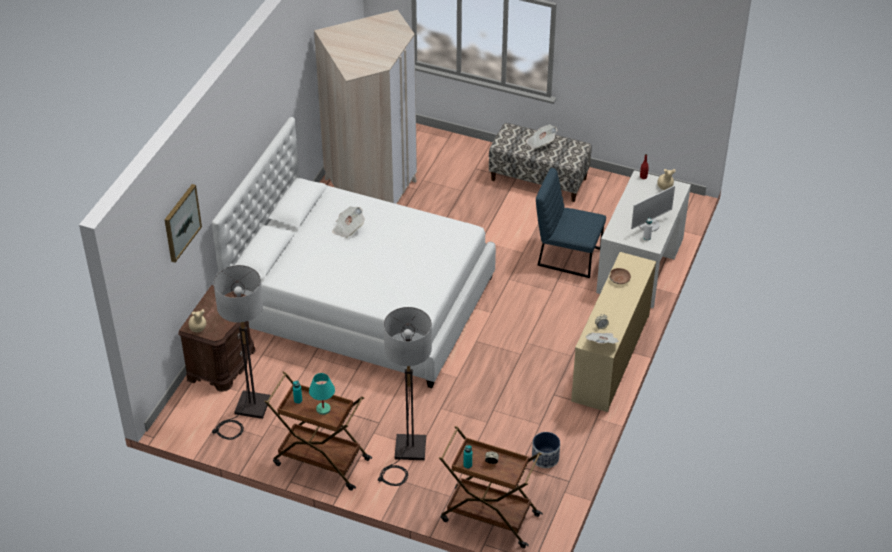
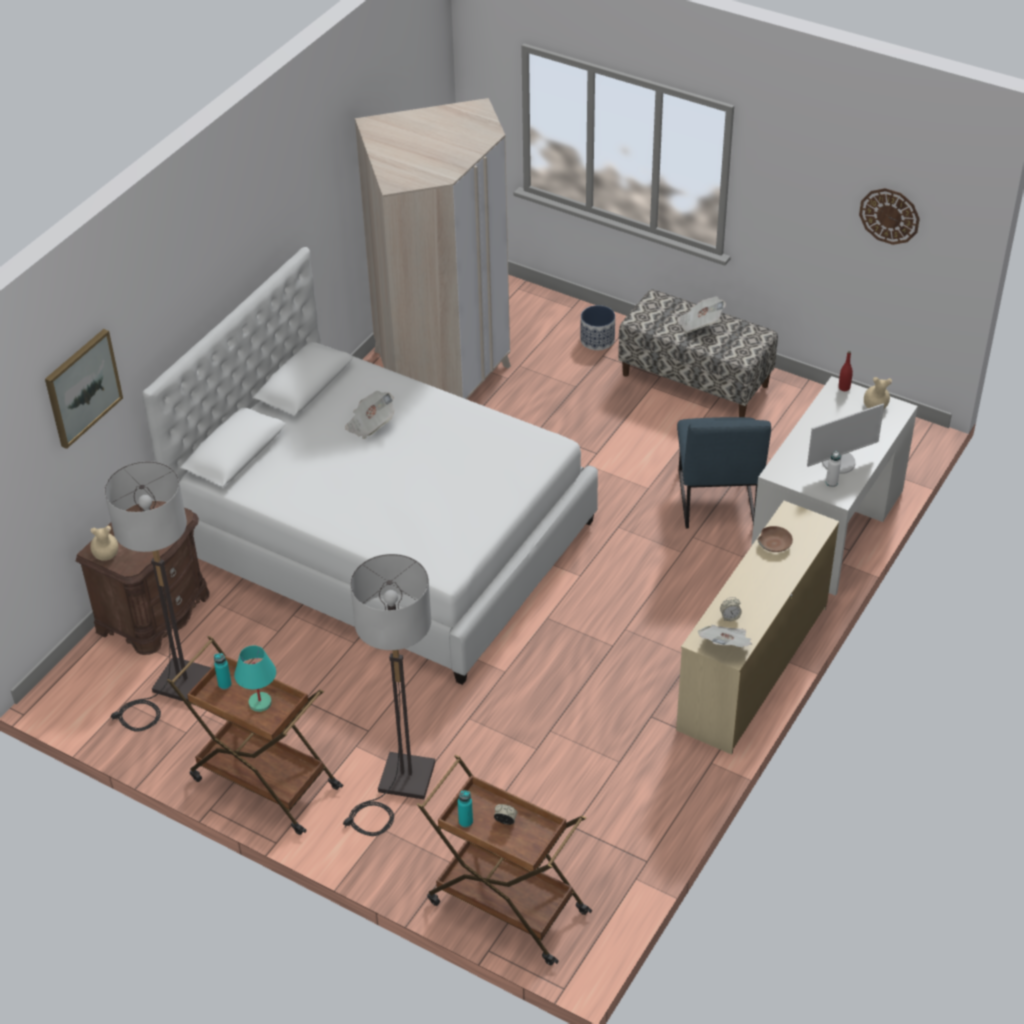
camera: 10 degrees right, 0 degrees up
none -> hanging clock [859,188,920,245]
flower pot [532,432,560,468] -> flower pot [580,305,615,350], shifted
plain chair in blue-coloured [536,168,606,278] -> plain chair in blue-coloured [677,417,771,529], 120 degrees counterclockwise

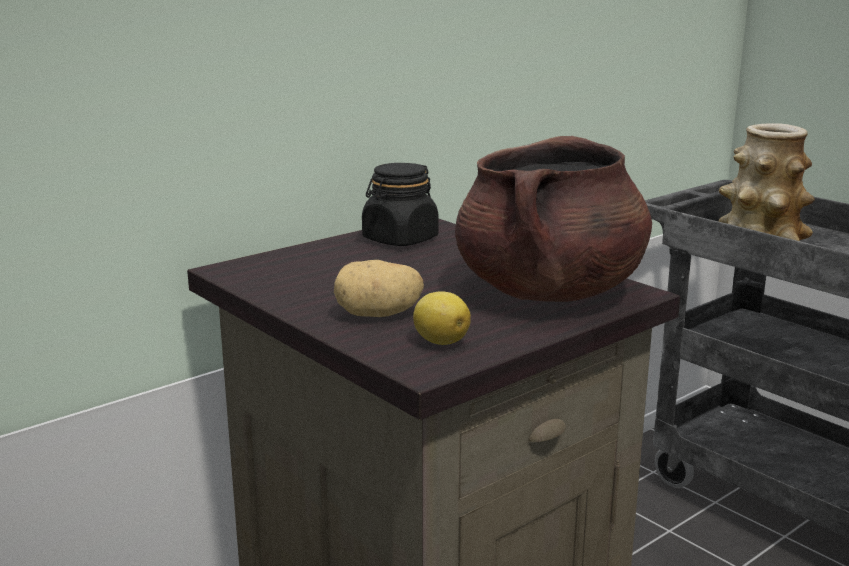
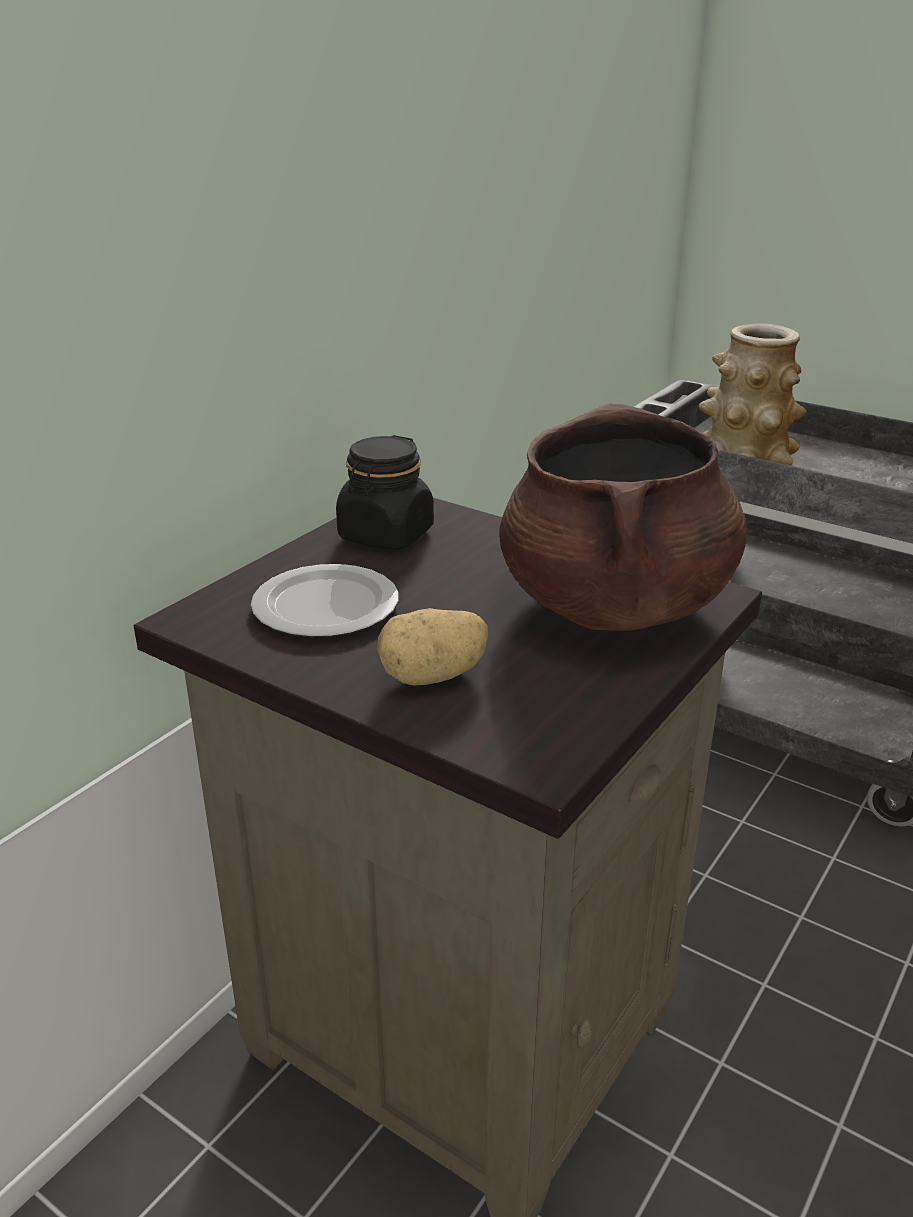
camera: 15 degrees left, 10 degrees up
lemon [413,291,471,345] -> none
none -> plate [251,564,399,638]

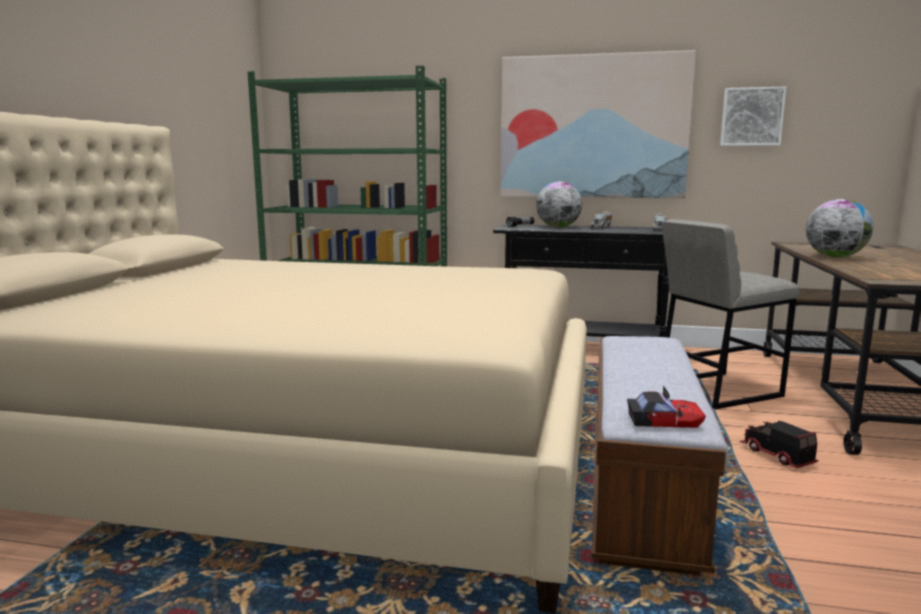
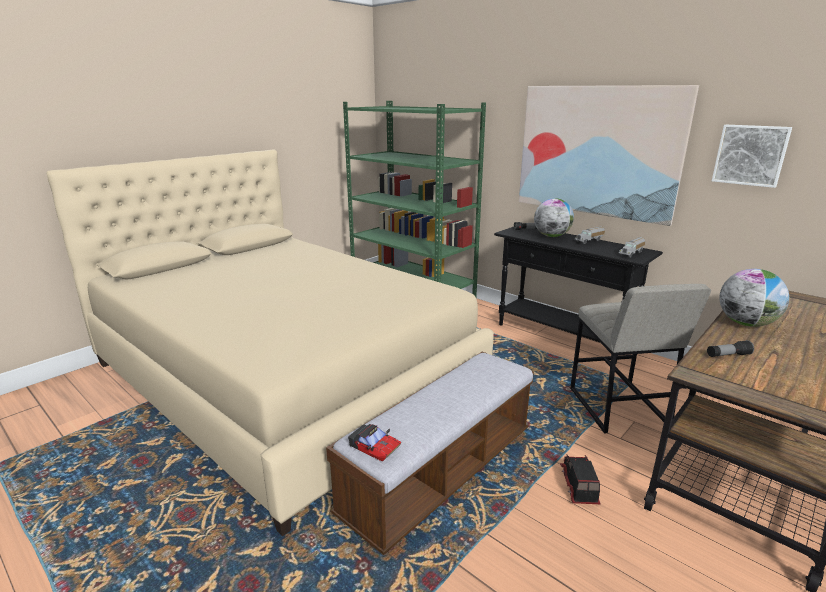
camera: 30 degrees right, 10 degrees up
none -> torch [707,340,754,357]
plain chair in gray [662,219,799,409] -> plain chair in gray [570,284,711,434], 105 degrees counterclockwise

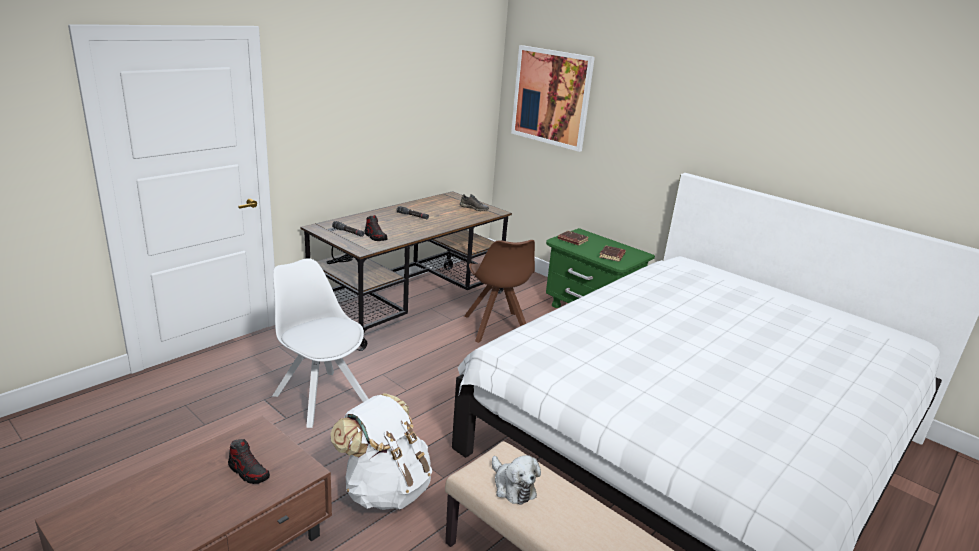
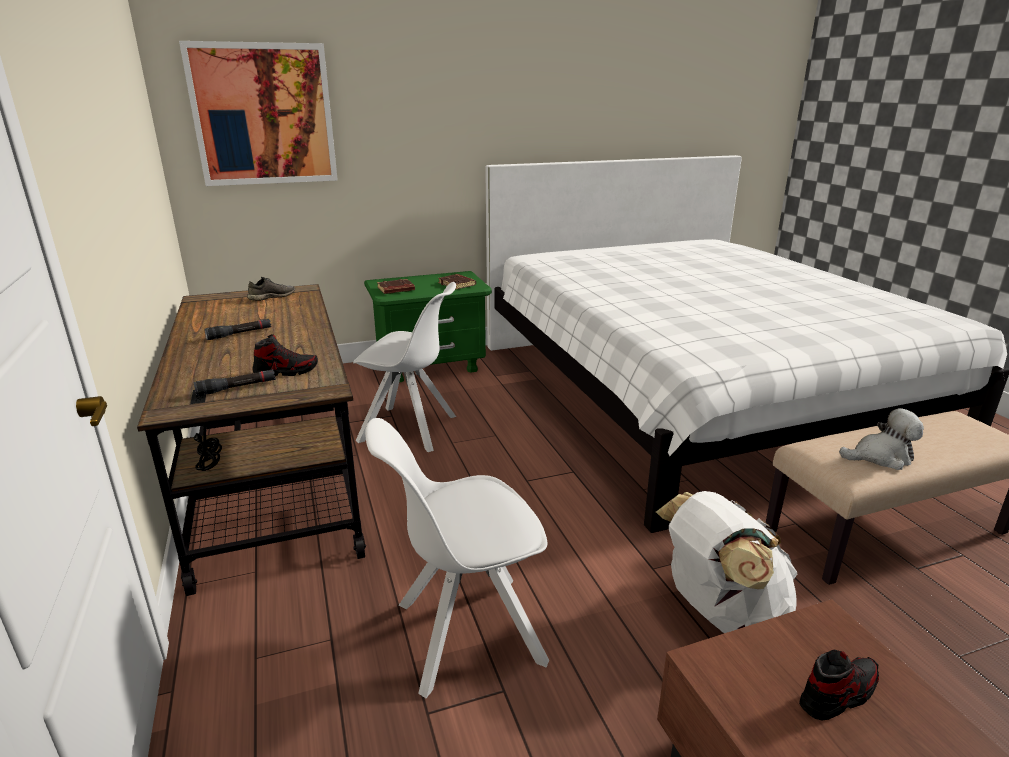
camera: 60 degrees left, 0 degrees up
plain chair in brown [464,240,535,343] -> plain chair in white-coloured [353,282,456,452]

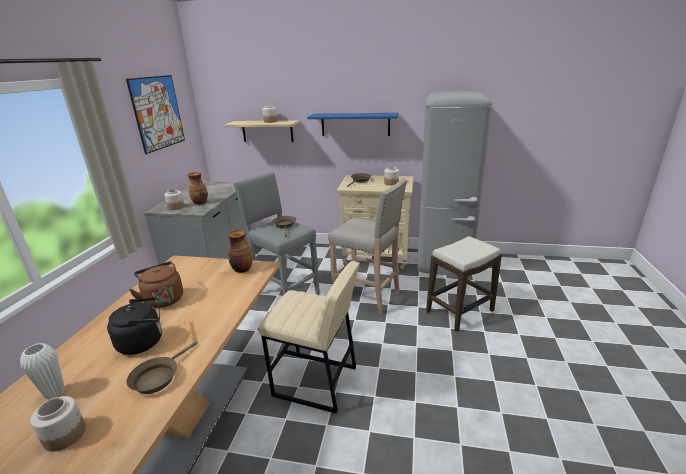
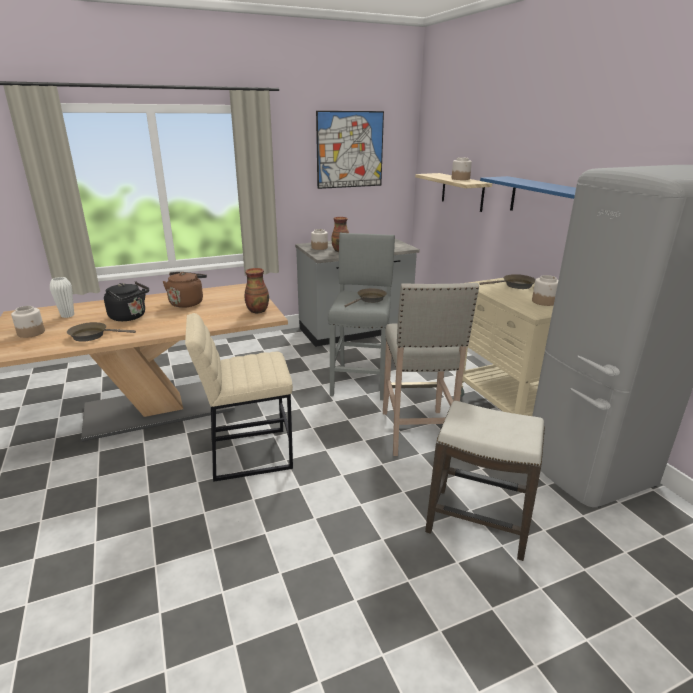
camera: 55 degrees right, 0 degrees up
plain chair in beige [259,261,360,414] -> plain chair in beige [185,313,293,482], 90 degrees clockwise

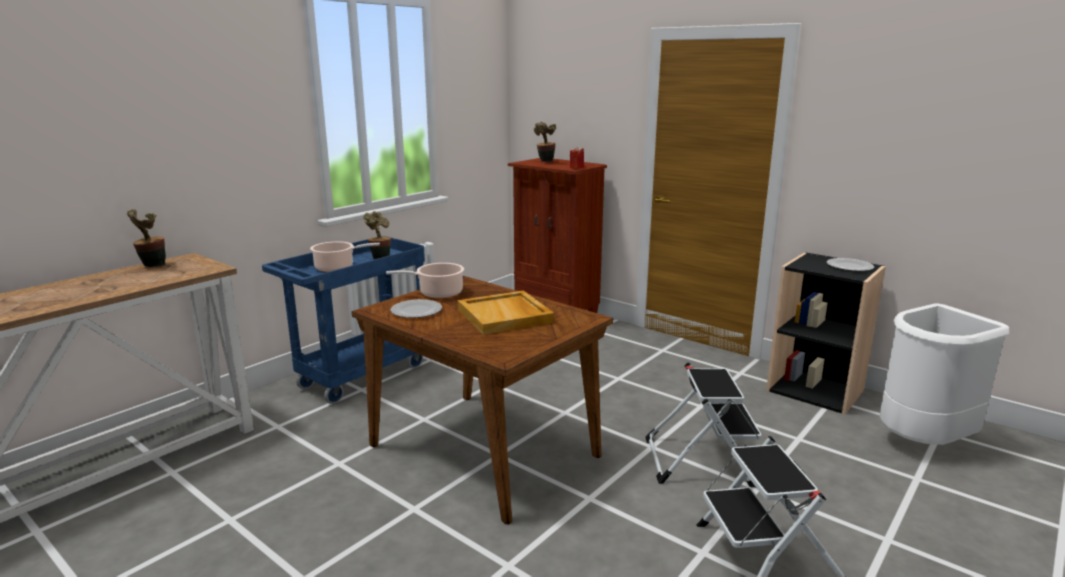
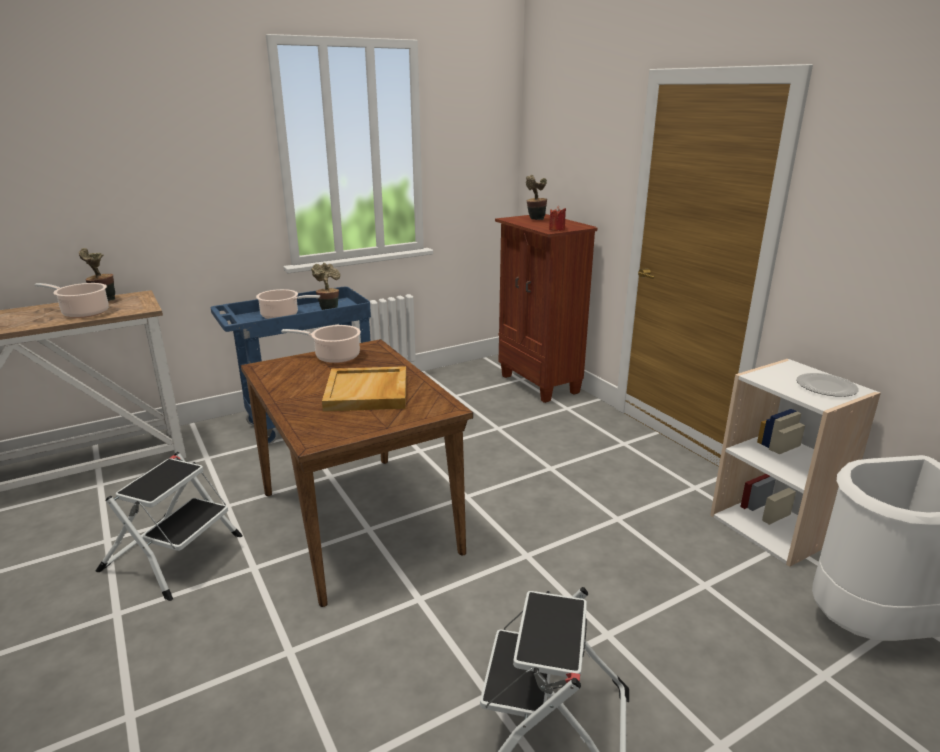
camera: 20 degrees right, 5 degrees up
plate [391,299,442,318] -> none
none -> cooking pot [34,283,109,318]
step ladder [645,363,762,488] -> step ladder [96,452,243,601], shifted
shelving unit in black [766,252,886,414] -> shelving unit in white-coloured [710,359,881,567]

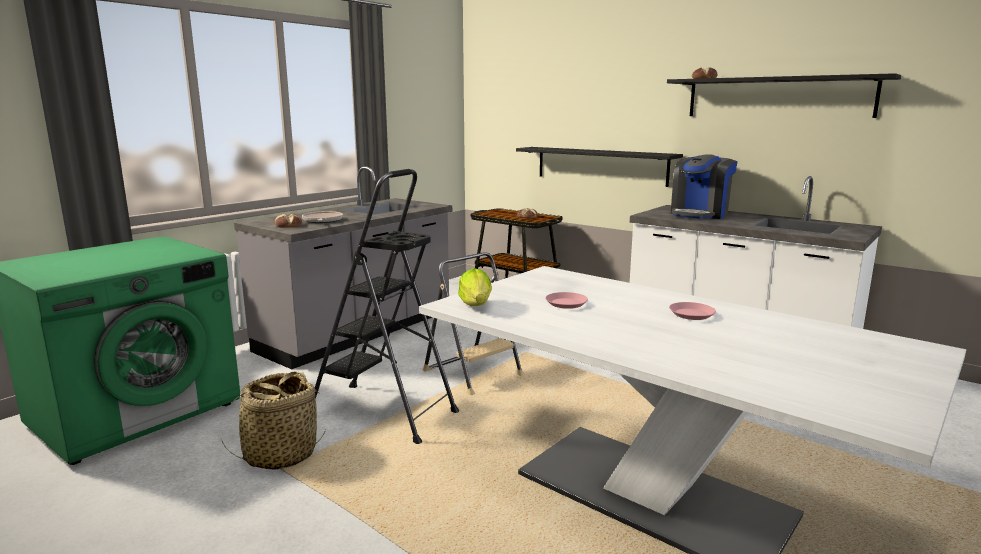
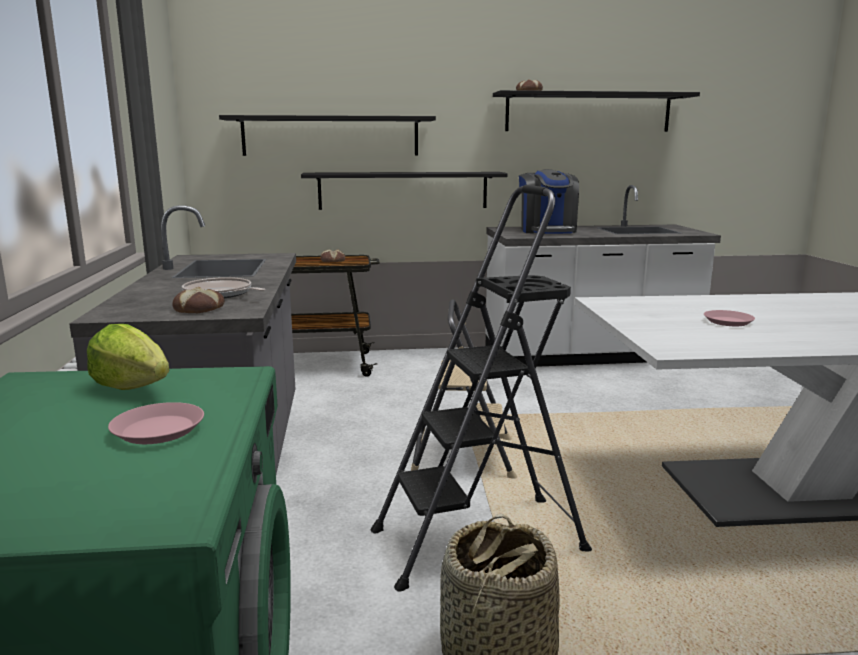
camera: 45 degrees left, 0 degrees up
none -> shelf in black [219,115,436,156]
lettuce head [458,268,492,306] -> lettuce head [87,324,170,390], shifted
plate in pink [669,302,716,320] -> plate in pink [108,402,204,444], shifted

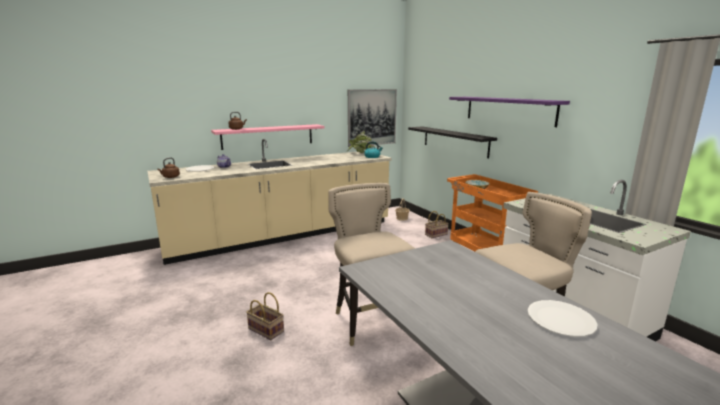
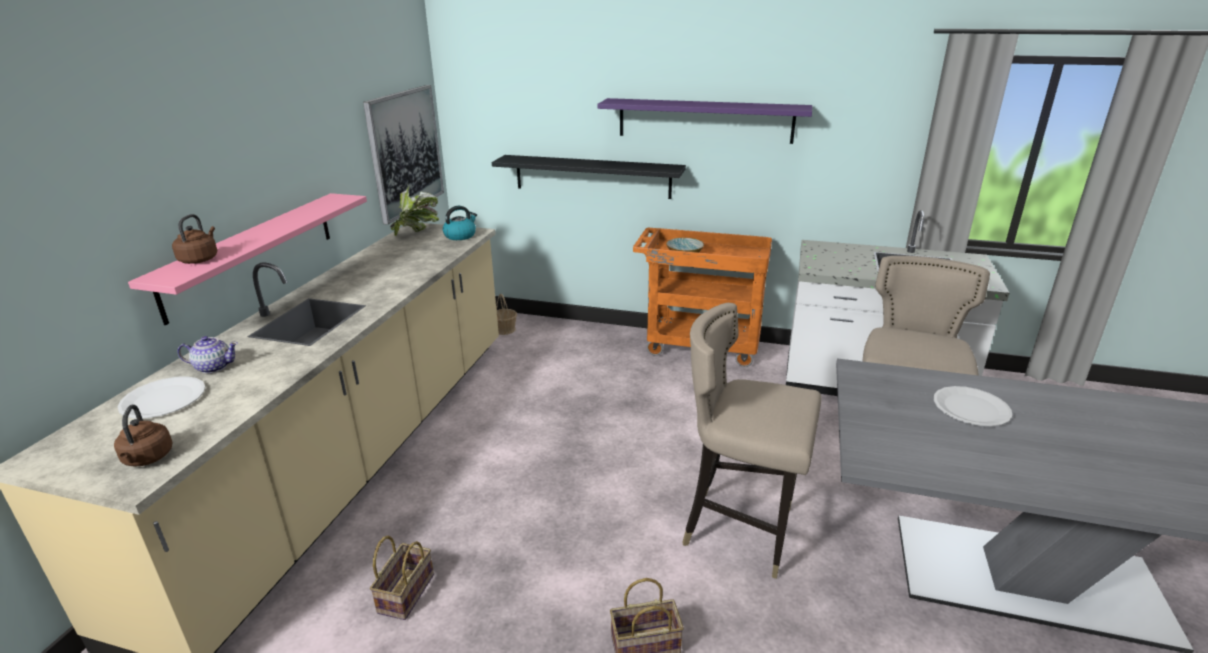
camera: 45 degrees left, 10 degrees up
storage basket [425,211,449,238] -> storage basket [370,535,434,620], shifted
plate in white-coloured [528,300,598,337] -> plate in white-coloured [934,386,1012,427], shifted

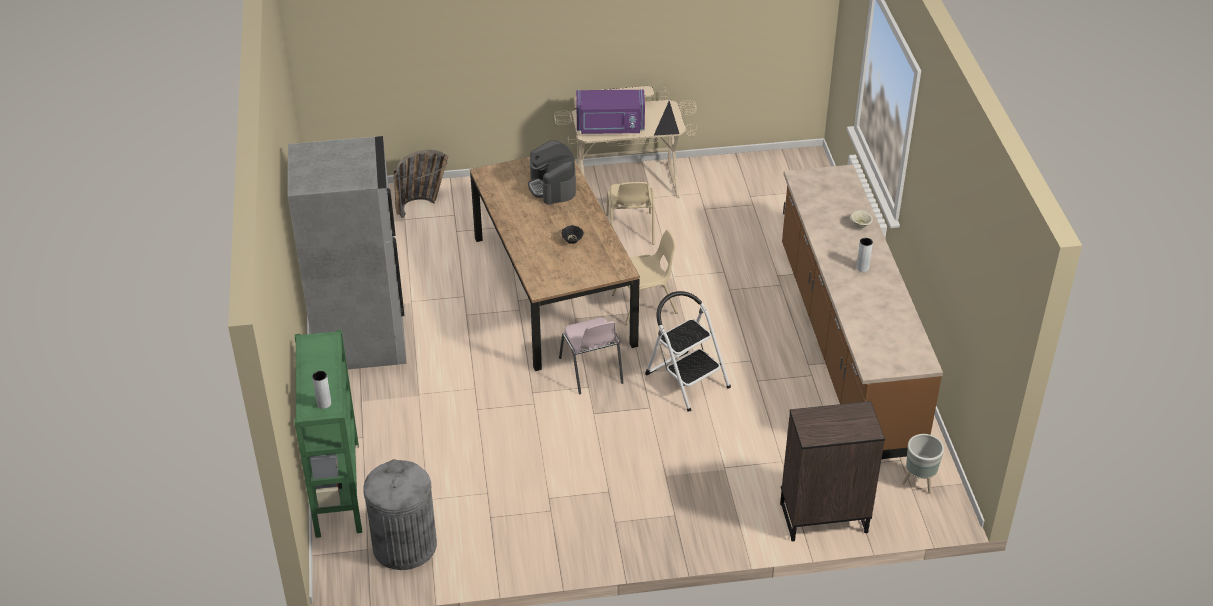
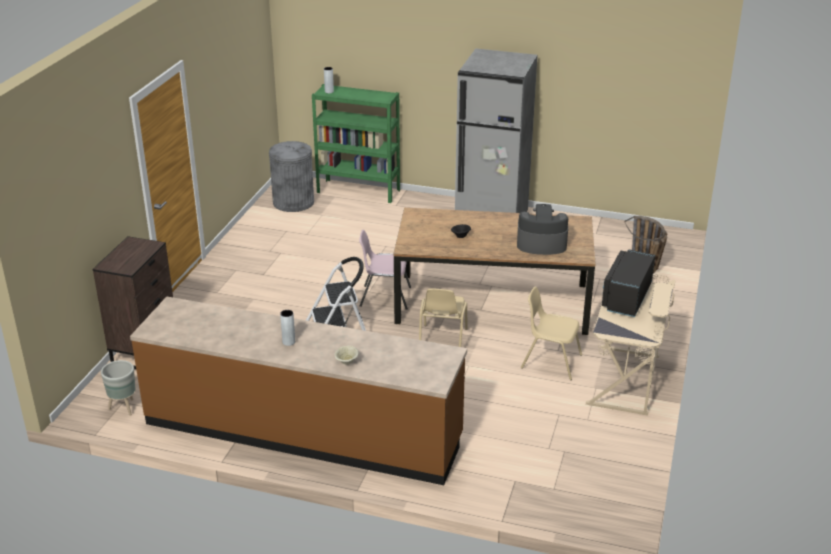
camera: 115 degrees right, 10 degrees down
microwave oven in purple [576,89,645,134] -> microwave oven in black [602,249,655,317]

